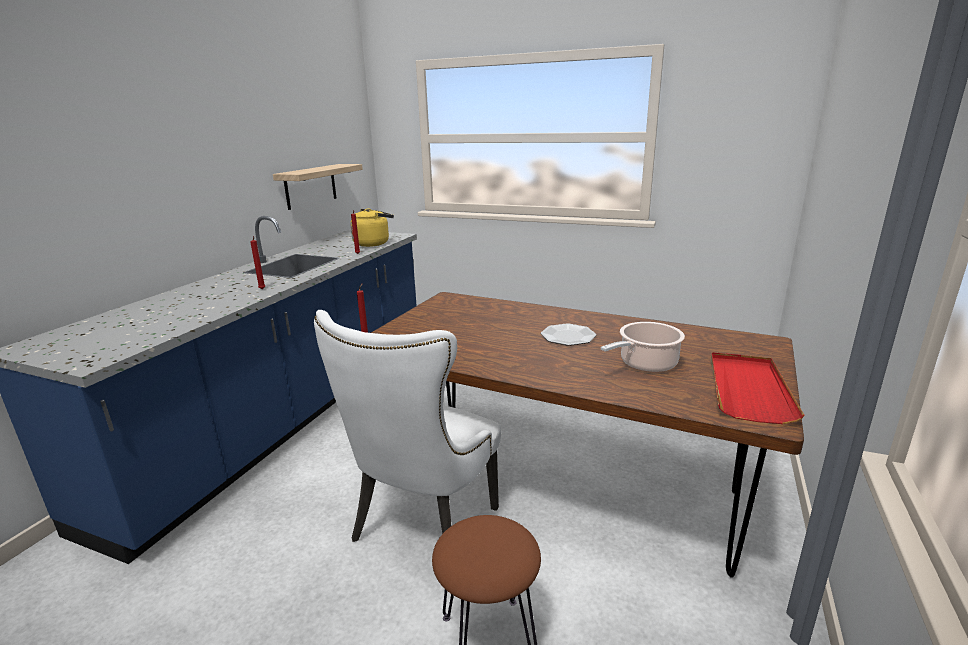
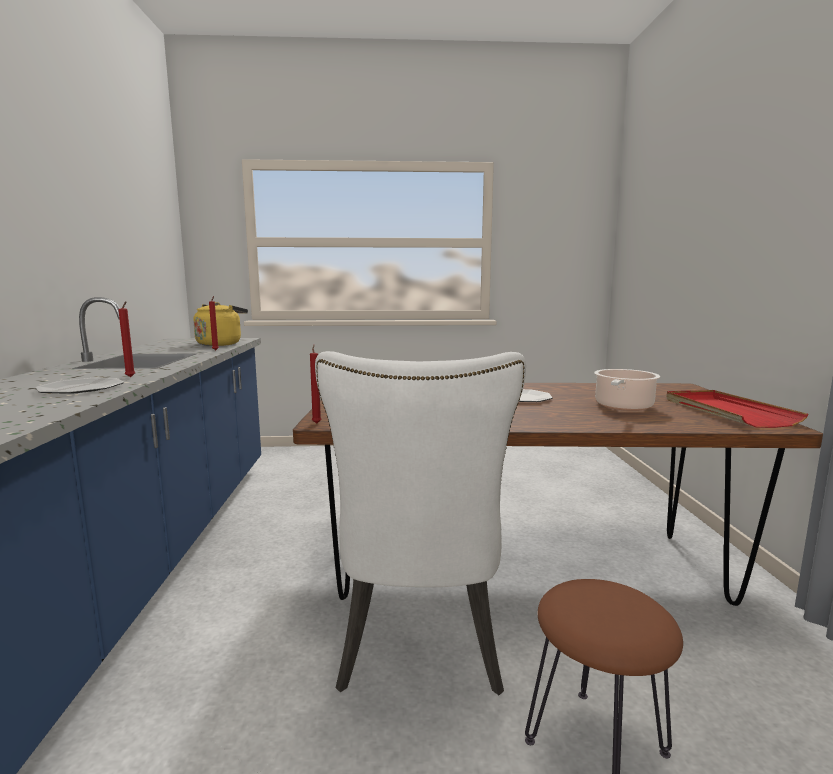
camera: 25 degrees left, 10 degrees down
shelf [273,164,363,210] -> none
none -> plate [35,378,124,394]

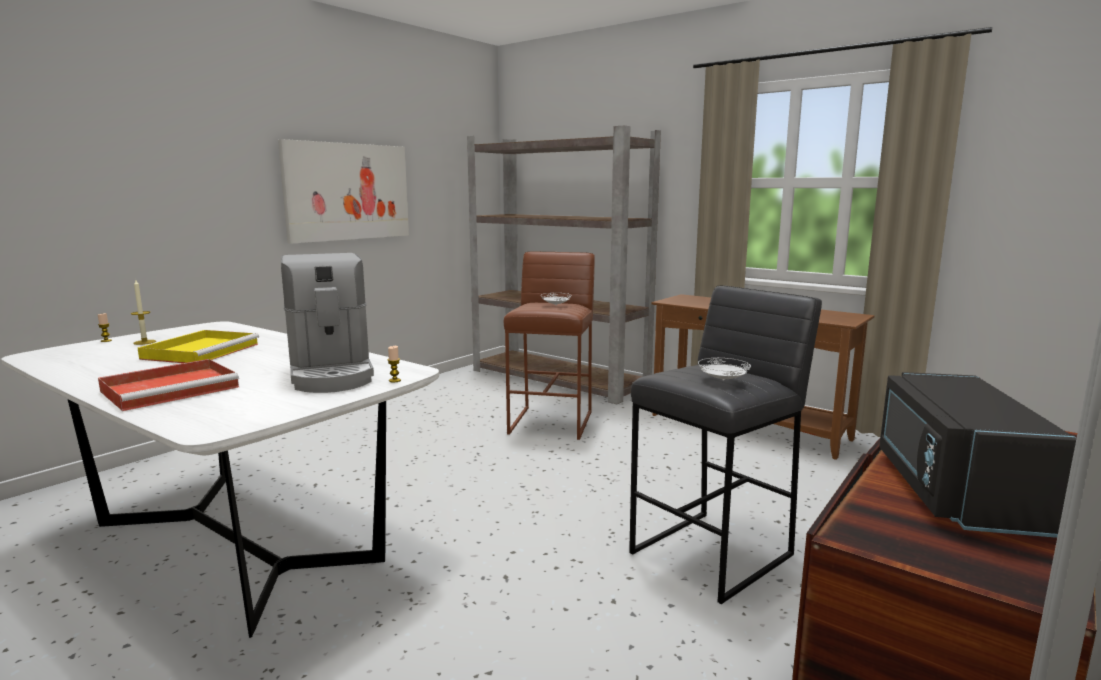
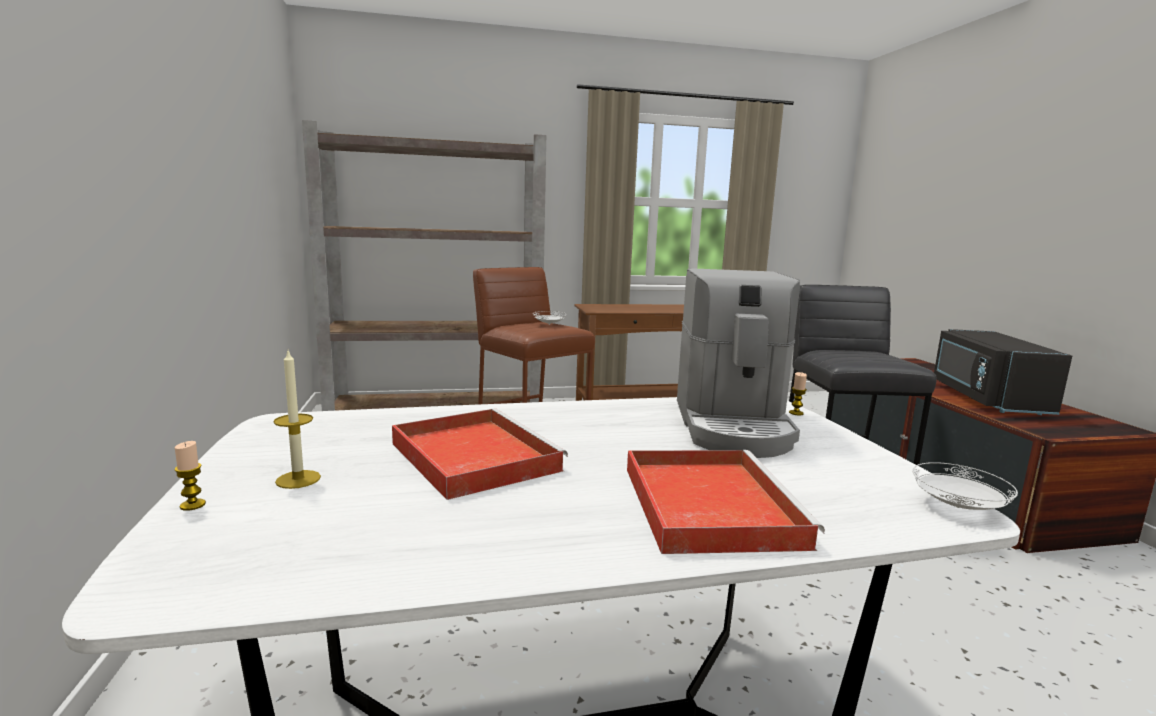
camera: 50 degrees left, 0 degrees up
wall picture [278,139,409,244] -> none
plate in white-coloured [698,358,751,381] -> plate in white-coloured [912,462,1018,510], shifted
serving tray in yellow [138,330,259,363] -> serving tray in red-coloured [392,408,568,500]
coffee maker [281,253,374,393] -> coffee maker [677,268,800,458], 75 degrees clockwise
microwave oven in black [879,372,1077,538] -> microwave oven in black [934,329,1072,415], 45 degrees clockwise

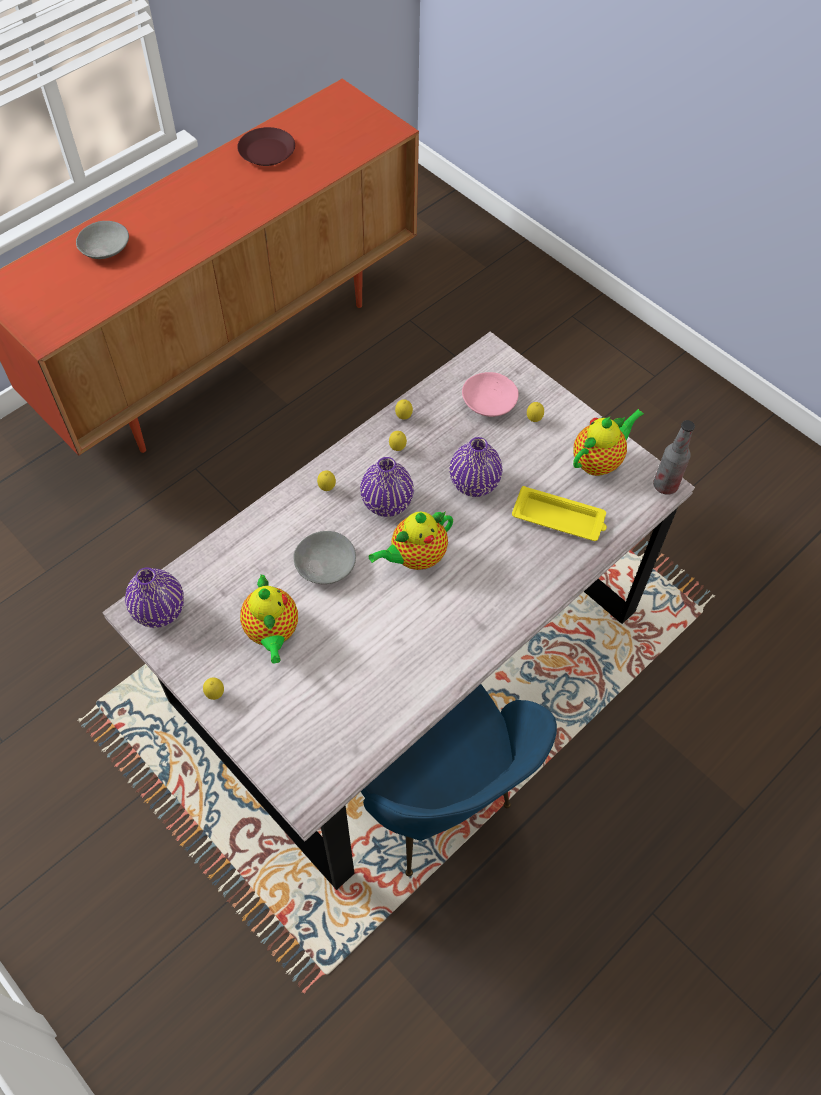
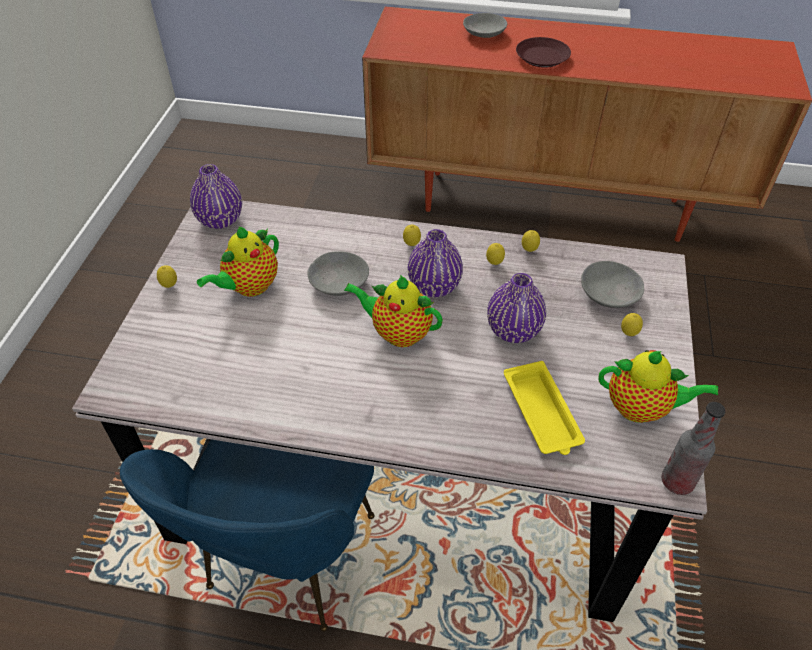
camera: 55 degrees right, 10 degrees down
plate in brown [237,127,295,166] -> plate in brown [516,37,571,68], shifted
deep dish in pink [462,372,519,417] -> deep dish in gray [581,261,644,308]

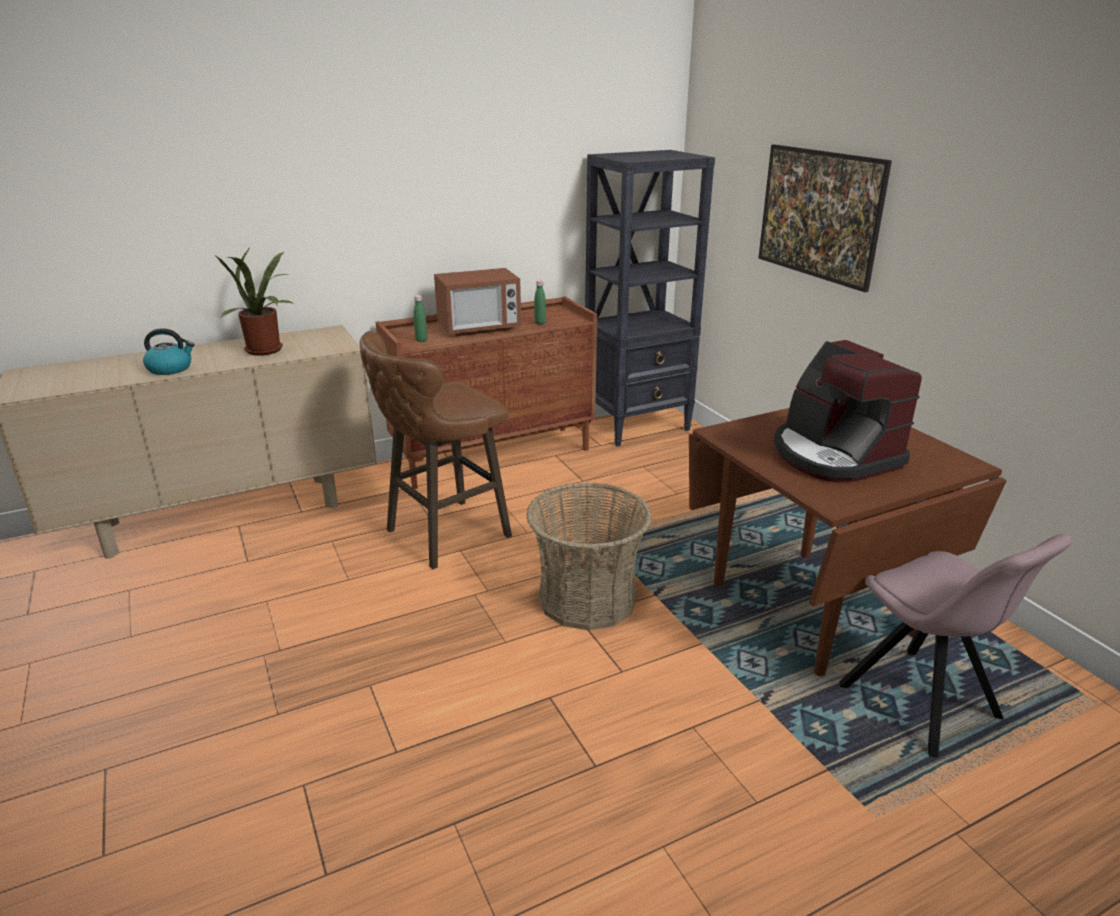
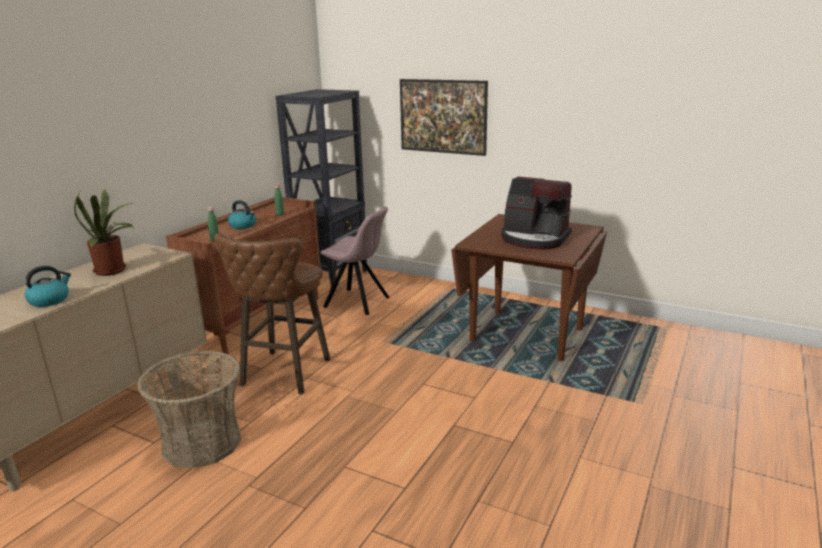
camera: 35 degrees left, 5 degrees down
storage basket [526,483,652,631] -> storage basket [137,351,241,469], shifted
plain chair in pink [839,534,1072,758] -> plain chair in pink [321,206,390,315], shifted
microwave oven [434,268,521,336] -> kettle [228,200,256,229]

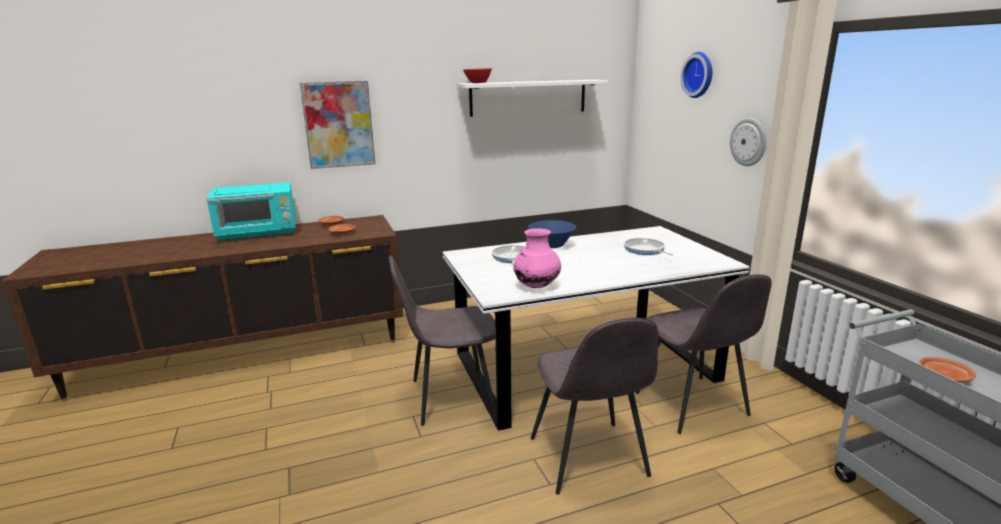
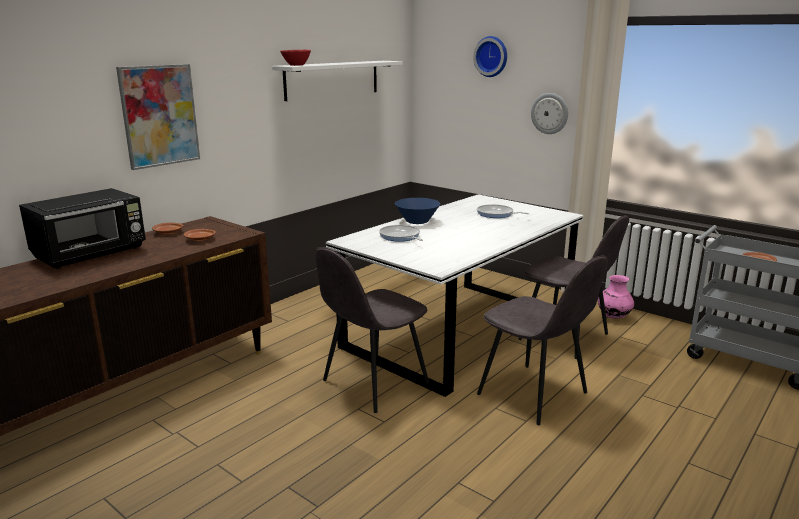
camera: 30 degrees left, 0 degrees up
vase in pink [513,228,561,288] -> vase in pink [598,275,634,319], shifted
microwave oven in turquoise-coloured [206,182,295,241] -> microwave oven in black [19,188,146,269]

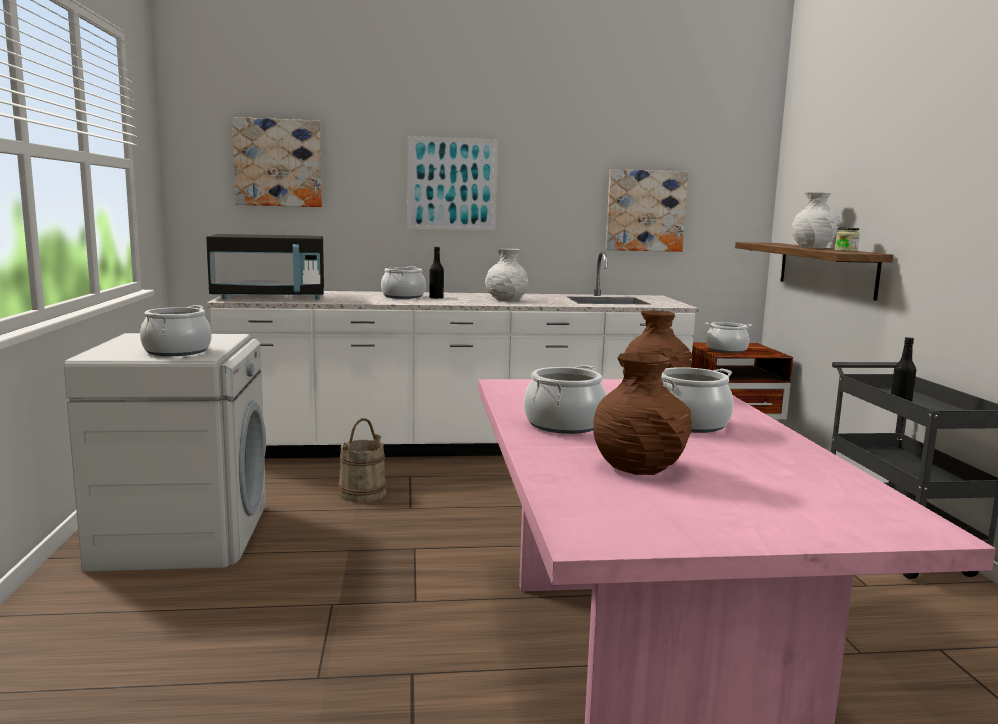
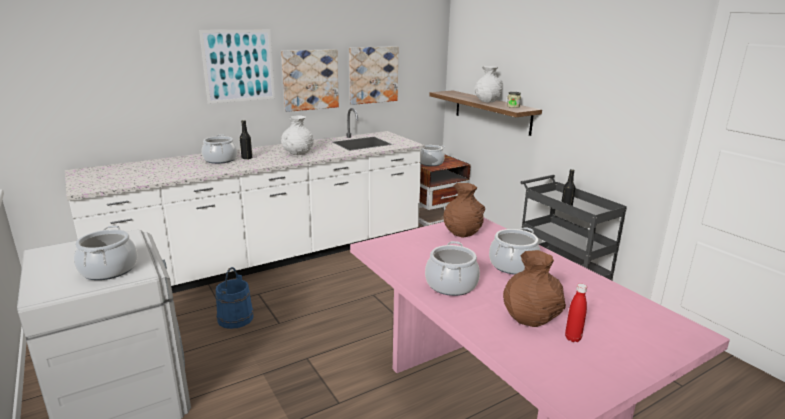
camera: 25 degrees left, 10 degrees up
microwave oven in black [206,234,324,299] -> none
none -> drink bottle in red-coloured [565,284,587,342]
wall picture [232,117,322,207] -> wall picture [281,49,339,112], shifted
pail in beige [338,418,387,502] -> pail in blue-coloured [216,267,254,329]

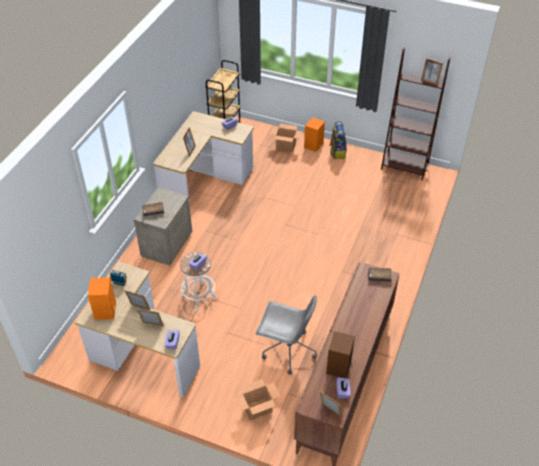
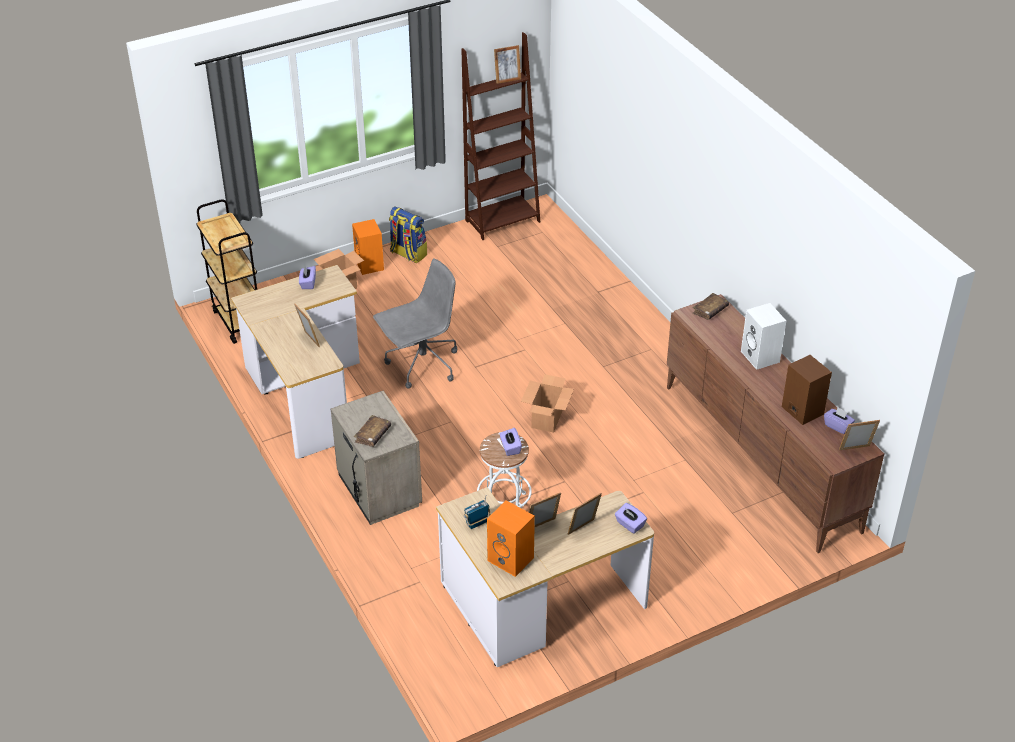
camera: 50 degrees left, 5 degrees down
none -> speaker in white-coloured [741,303,786,370]
packing box [235,379,280,421] -> packing box [521,374,574,433], shifted
office chair in gray [255,295,317,375] -> office chair in gray [373,259,457,389], shifted

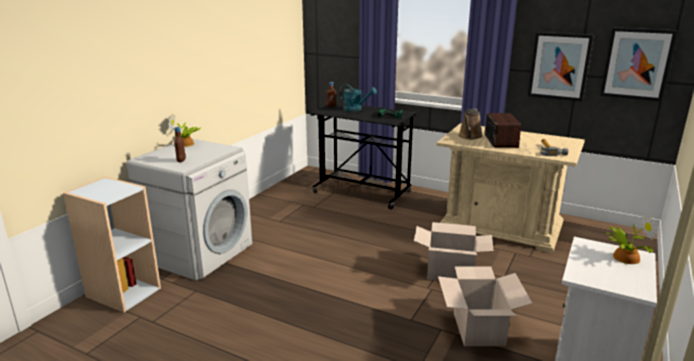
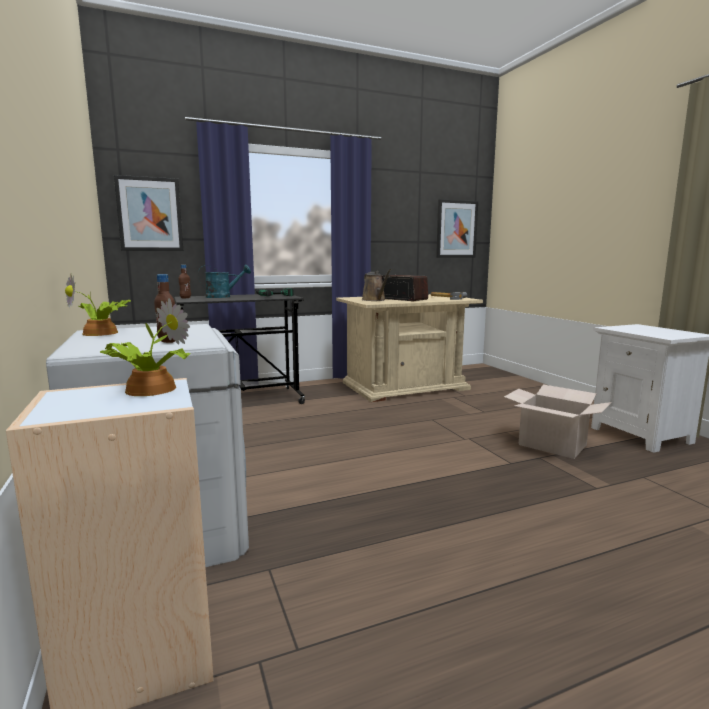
camera: 50 degrees left, 10 degrees down
packing box [414,222,494,281] -> none
wall picture [528,32,594,101] -> wall picture [114,175,183,251], shifted
potted plant [606,214,658,264] -> potted plant [100,298,190,396], shifted

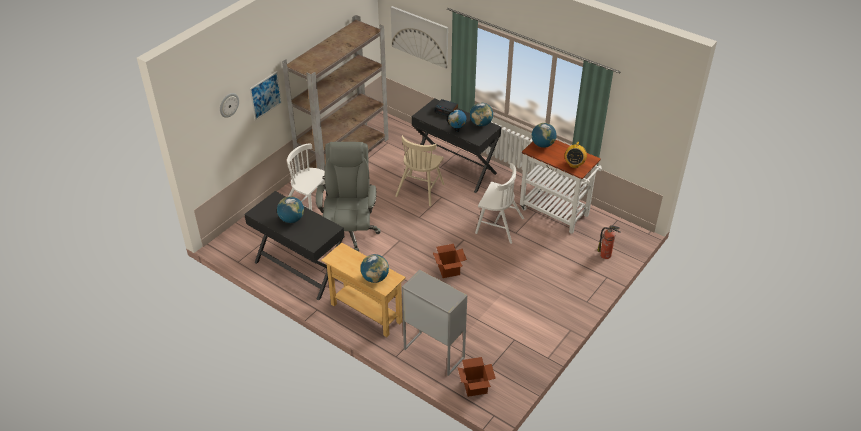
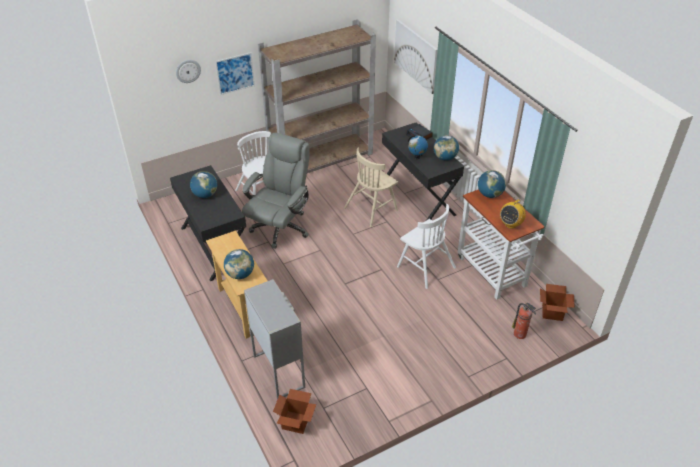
camera: 25 degrees right, 0 degrees up
packing box [433,244,467,278] -> packing box [540,284,575,321], shifted

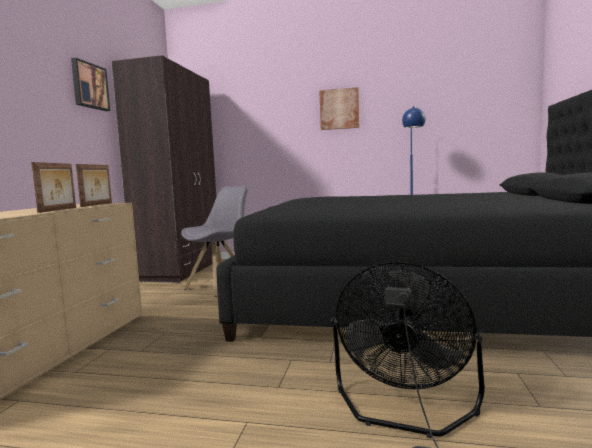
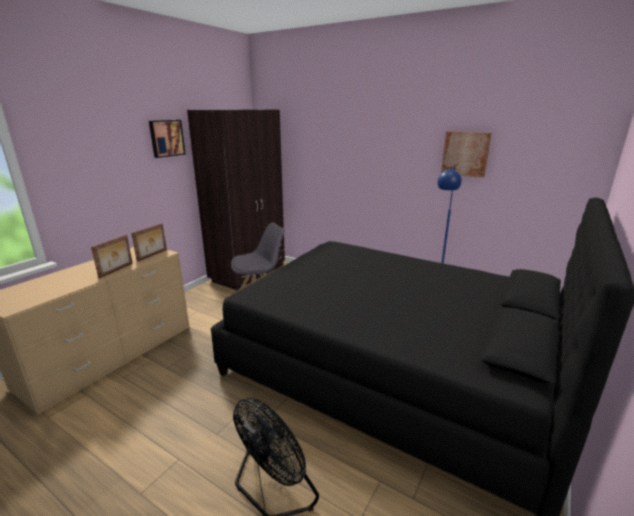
camera: 20 degrees right, 15 degrees up
wall picture [319,87,359,130] -> wall picture [441,131,492,177], shifted

